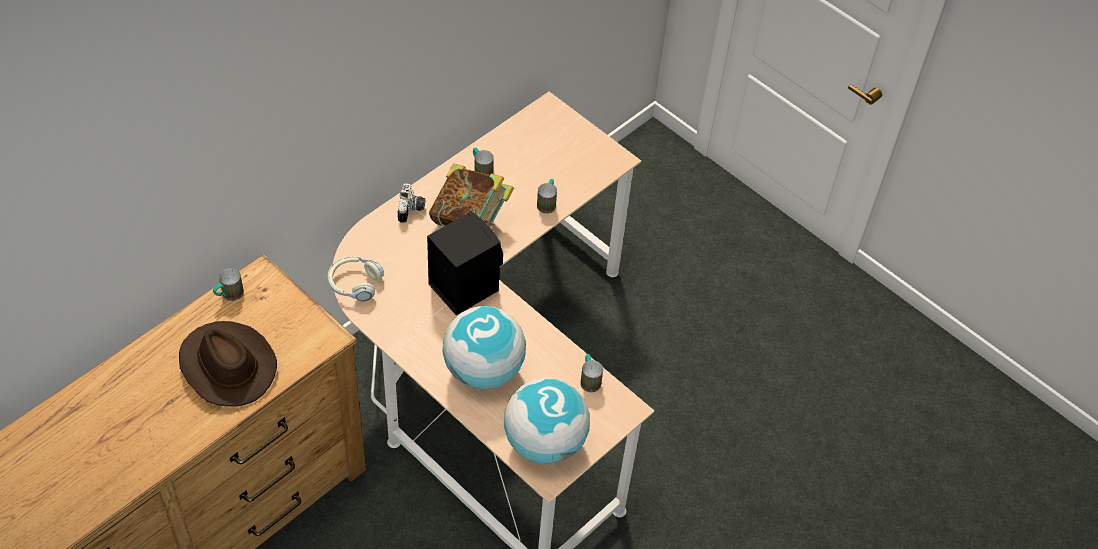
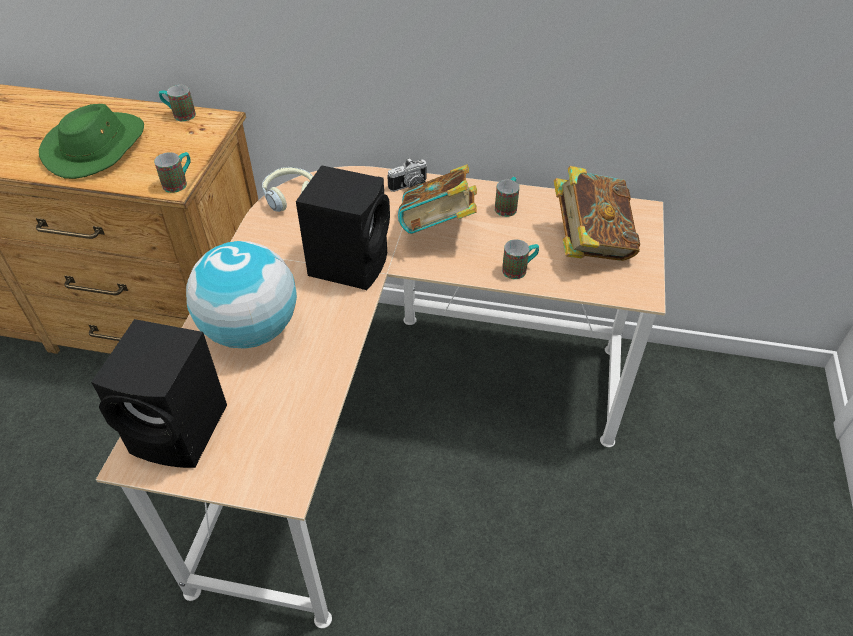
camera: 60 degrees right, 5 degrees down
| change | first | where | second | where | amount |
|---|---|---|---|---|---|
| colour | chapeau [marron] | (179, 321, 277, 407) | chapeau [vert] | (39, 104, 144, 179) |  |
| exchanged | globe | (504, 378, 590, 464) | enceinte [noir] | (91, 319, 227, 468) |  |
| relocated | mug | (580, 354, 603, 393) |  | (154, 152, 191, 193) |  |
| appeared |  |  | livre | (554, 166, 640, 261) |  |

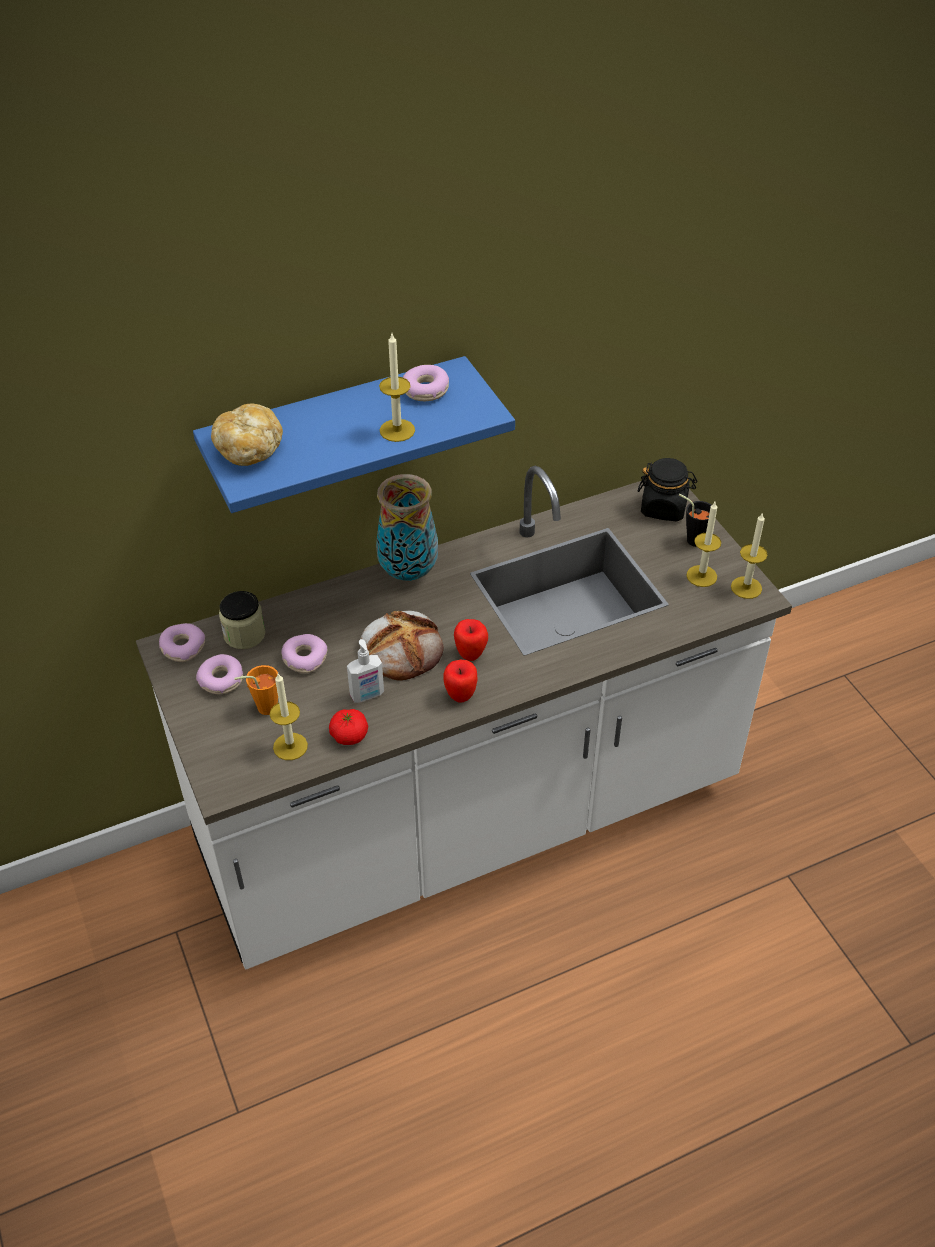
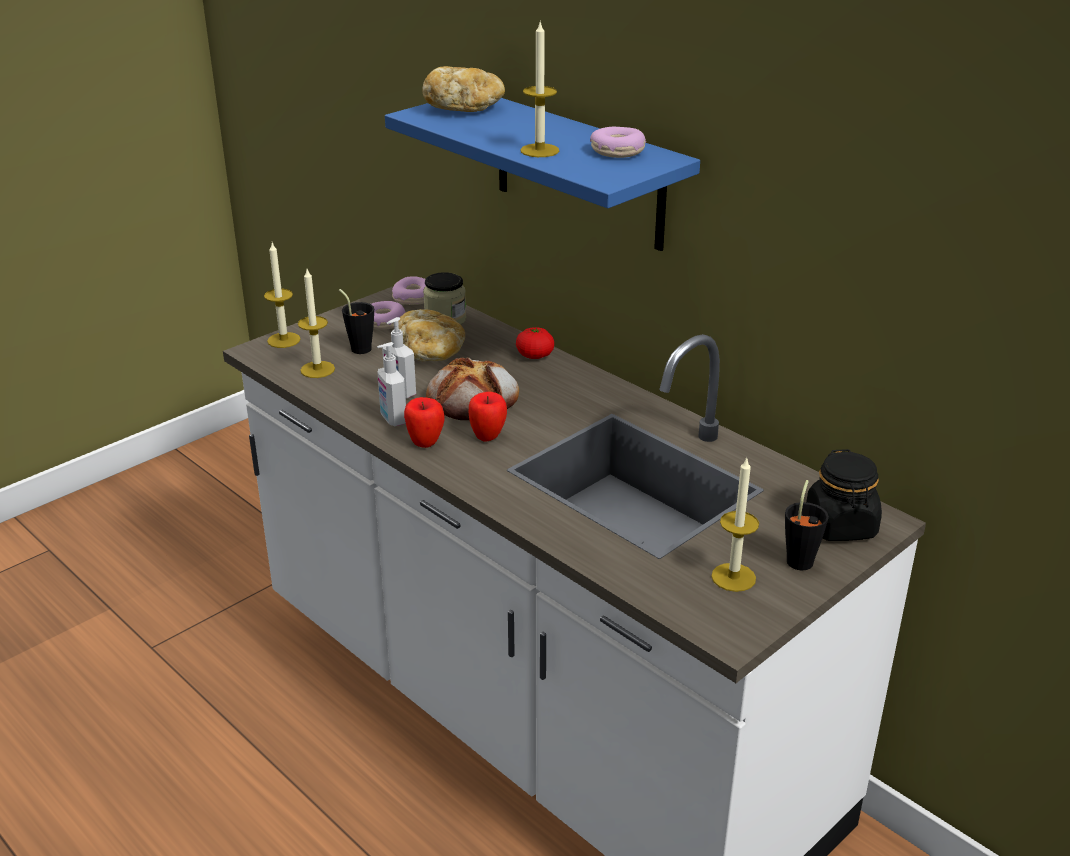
camera: 70 degrees right, 15 degrees down
| change | first | where | second | where | amount |
|---|---|---|---|---|---|
| relocated | bougie | (731, 512, 767, 599) |  | (264, 243, 301, 348) |  |
| colour | tasse [orange] | (234, 665, 278, 715) | tasse [noir] | (339, 289, 374, 354) |  |
| appeared |  |  | distributeur de savon | (377, 342, 406, 427) |  |
| exchanged | beignet | (281, 634, 327, 673) | pain | (398, 309, 465, 361) |  |
| relocated | tomate | (329, 709, 368, 745) |  | (516, 327, 554, 359) |  |
| missing | vase | (376, 474, 438, 581) |  |  |  |

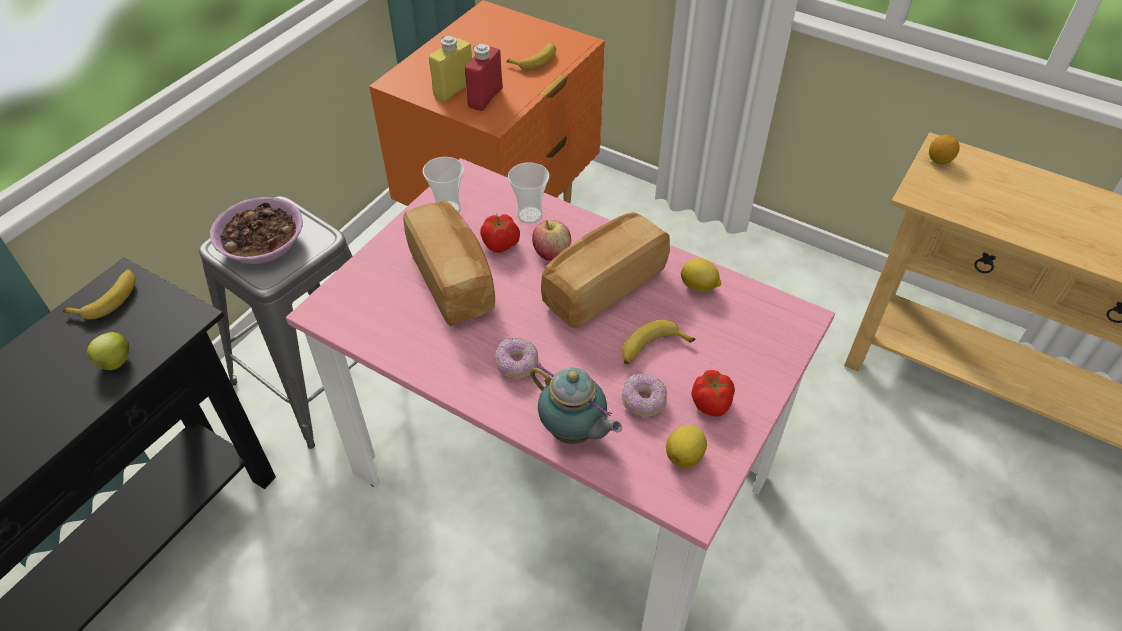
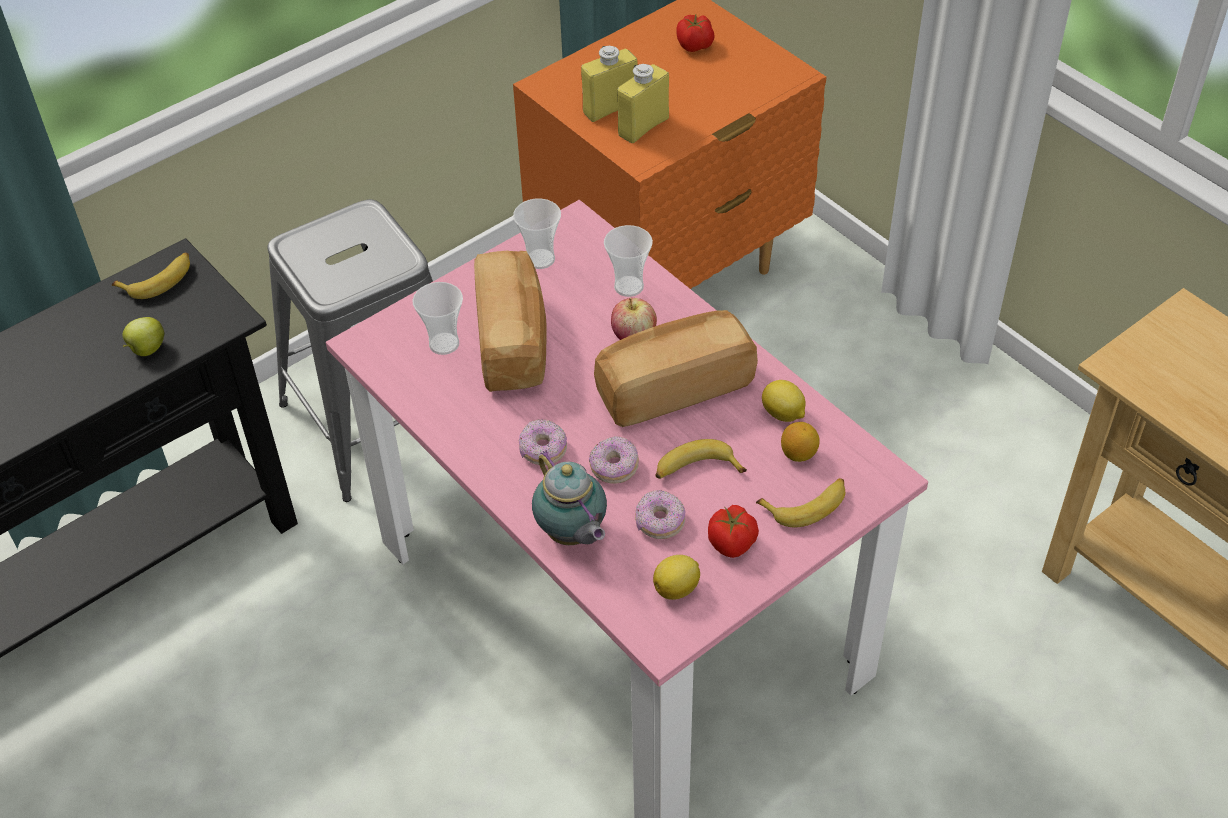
camera: 20 degrees right, 0 degrees up
| change | first | where | second | where | amount |
|---|---|---|---|---|---|
| appeared |  |  | tasse | (413, 282, 463, 355) |  |
| appeared |  |  | beignet | (589, 436, 639, 484) |  |
| colour | bouteille [rouge] | (465, 44, 503, 111) | bouteille [jaune] | (617, 64, 669, 143) |  |
| relocated | tomate | (480, 213, 520, 253) |  | (677, 14, 715, 52) |  |
| relocated | banane | (506, 42, 556, 70) |  | (756, 478, 845, 527) |  |
| relocated | citron | (929, 135, 960, 165) |  | (781, 422, 820, 462) |  |
| missing | bol | (210, 197, 303, 264) |  |  |  |

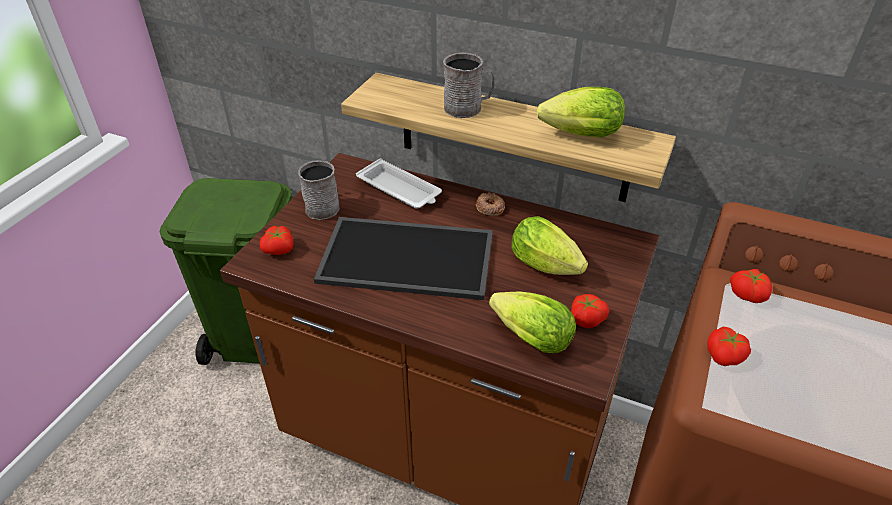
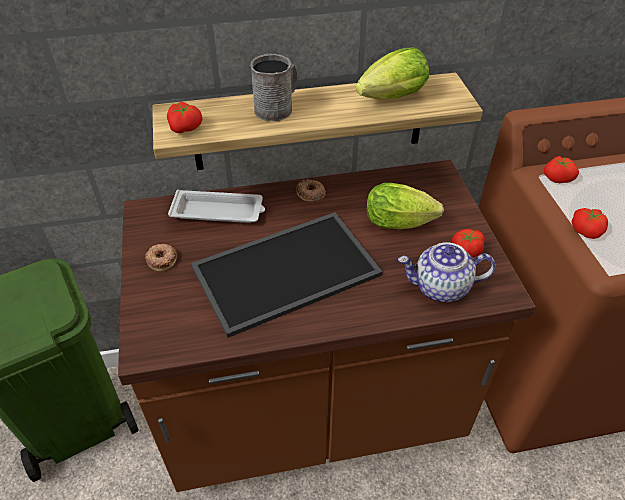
camera: 35 degrees left, 5 degrees up
| change | first | where | second | where | amount |
|---|---|---|---|---|---|
| exchanged | mug [gris] | (298, 160, 340, 220) | beignet | (145, 244, 177, 272) |  |
| relocated | tomate | (260, 226, 293, 255) |  | (167, 102, 202, 133) |  |
| exchanged | laitue | (489, 292, 576, 353) | théière | (398, 242, 496, 302) |  |

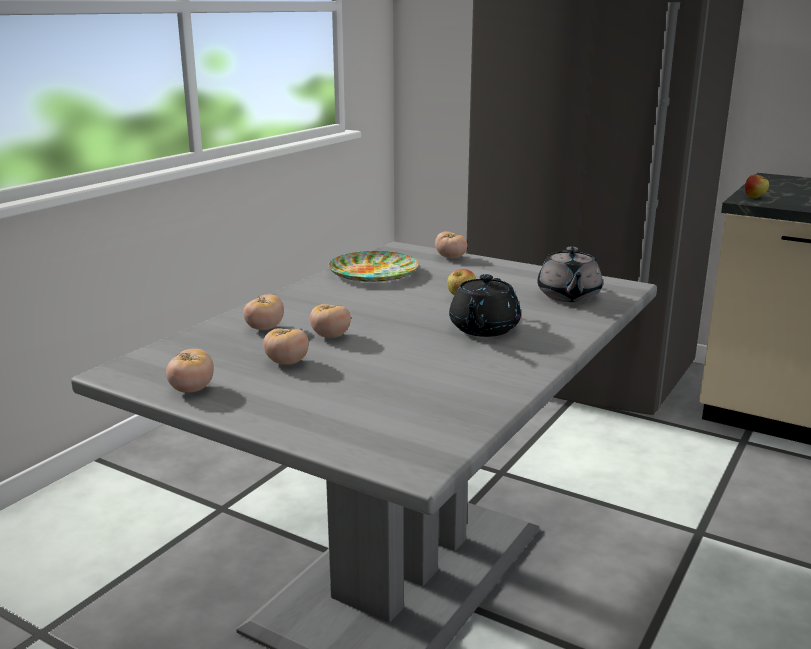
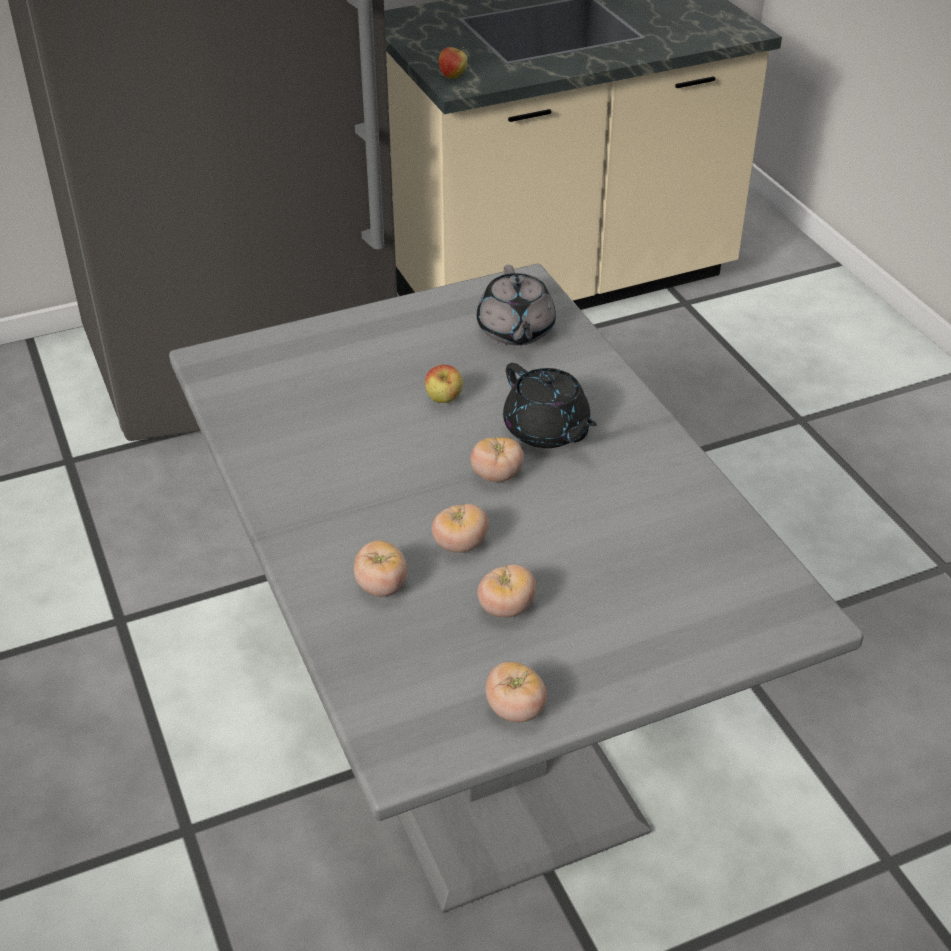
camera: 55 degrees left, 20 degrees up
| change | first | where | second | where | amount |
|---|---|---|---|---|---|
| relocated | tomate | (435, 231, 467, 259) |  | (470, 437, 524, 482) |  |
| spun | théière [gris] | (537, 247, 603, 302) |  | (477, 265, 556, 345) | 45 degrees clockwise |
| missing | assiette | (328, 251, 419, 282) |  |  |  |

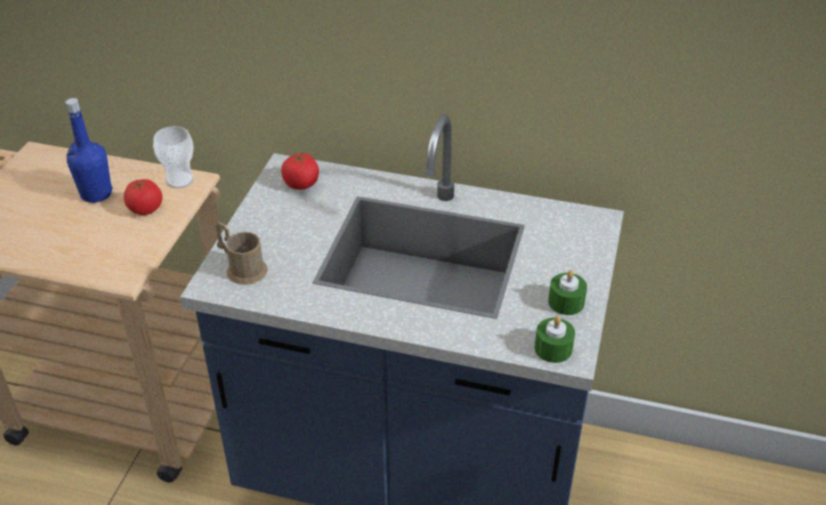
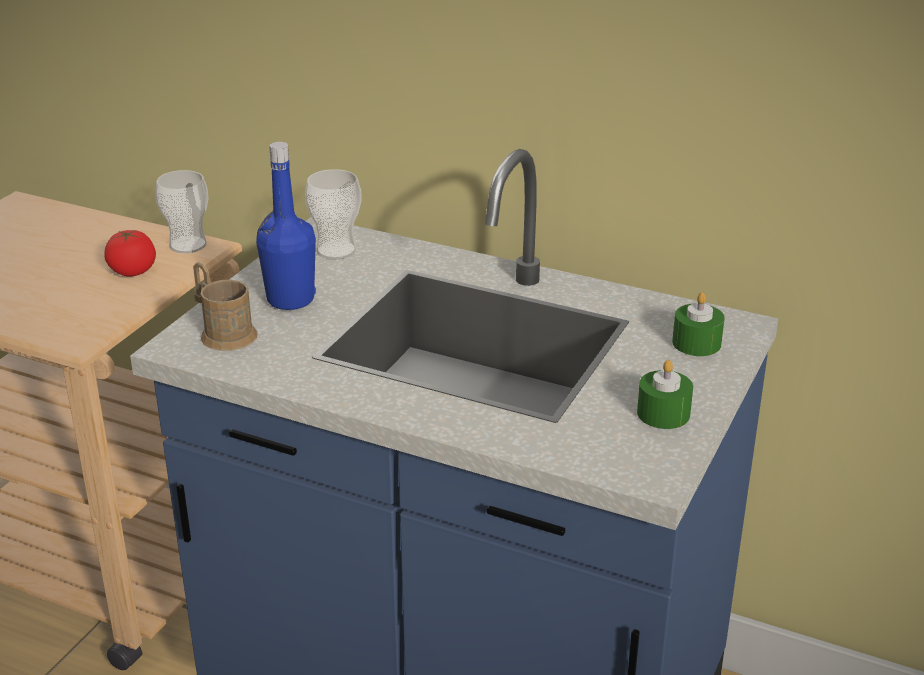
camera: 10 degrees right, 10 degrees down
| change | first | where | second | where | amount |
|---|---|---|---|---|---|
| relocated | bouteille [bleu] | (65, 98, 113, 203) |  | (256, 142, 316, 310) |  |
| exchanged | tomate | (281, 153, 319, 190) | tasse | (305, 169, 362, 259) |  |
| relocated | bougie [vert] | (535, 316, 575, 363) |  | (672, 292, 725, 356) |  |

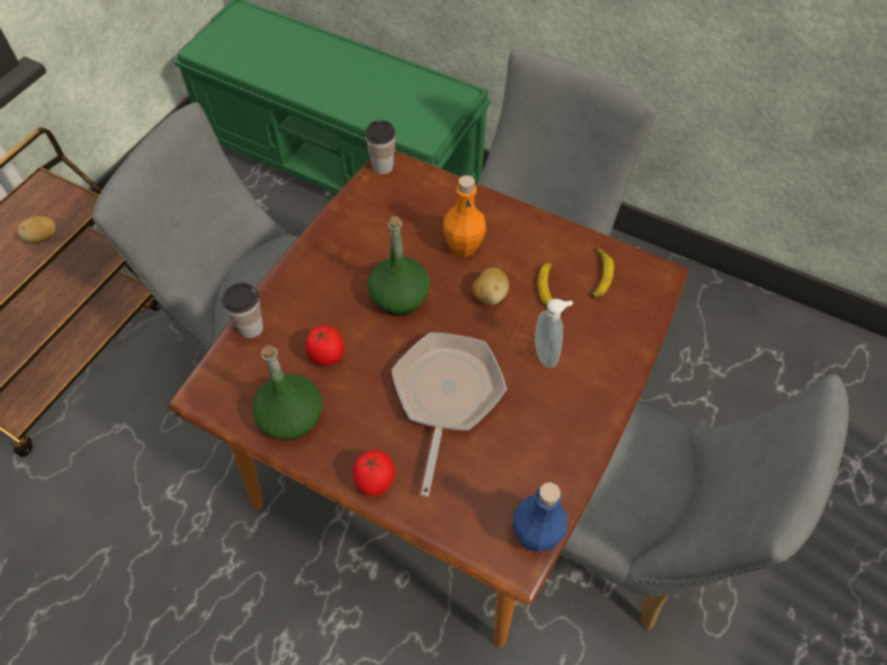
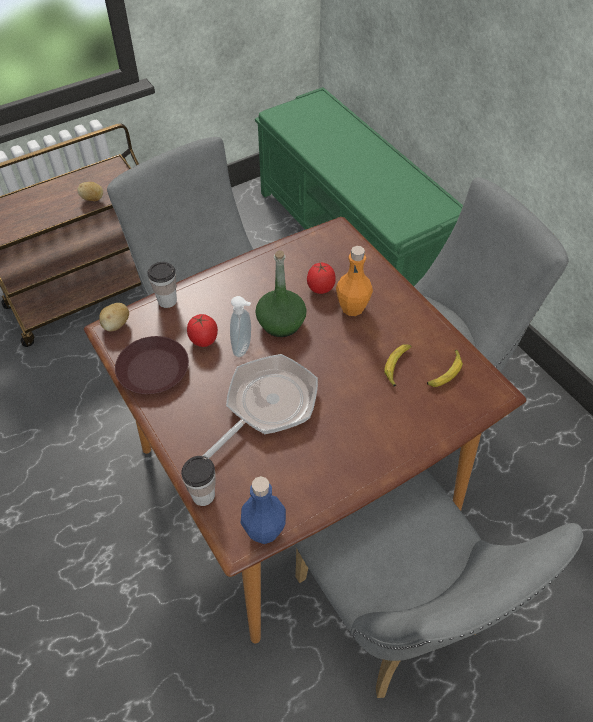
camera: 30 degrees right, 5 degrees down
| change | first | where | second | where | amount |
|---|---|---|---|---|---|
| relocated | pomme de terre | (472, 268, 509, 305) |  | (99, 303, 129, 331) |  |
| exchanged | bouteille [vert] | (252, 346, 322, 440) | assiette [marron] | (115, 336, 189, 394) |  |
| relocated | tasse | (365, 120, 396, 174) |  | (181, 456, 216, 506) |  |
| relocated | distributeur de savon | (535, 299, 573, 368) |  | (230, 296, 251, 357) |  |
| relocated | tomate | (353, 450, 395, 496) |  | (307, 263, 336, 294) |  |

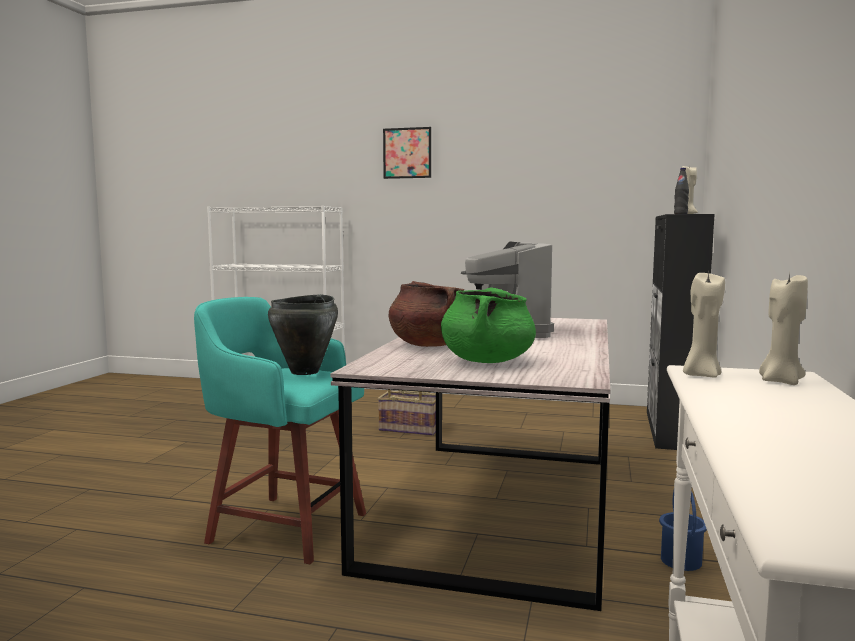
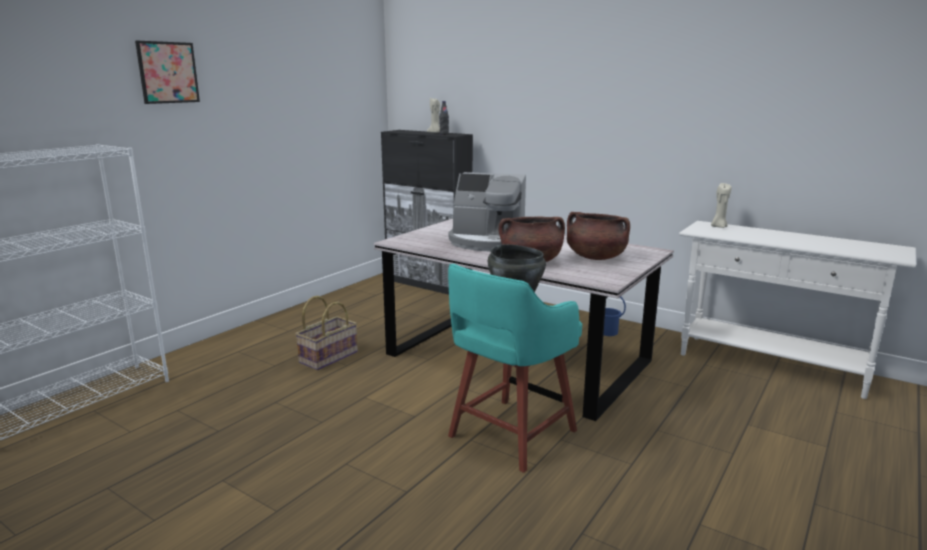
camera: 70 degrees left, 10 degrees up
| change | first | where | second | where | amount |
|---|---|---|---|---|---|
| colour | marmite [vert] | (441, 287, 536, 363) | marmite [marron] | (567, 212, 630, 260) |  |
| missing | bougie [beige] | (683, 273, 725, 378) |  |  |  |

